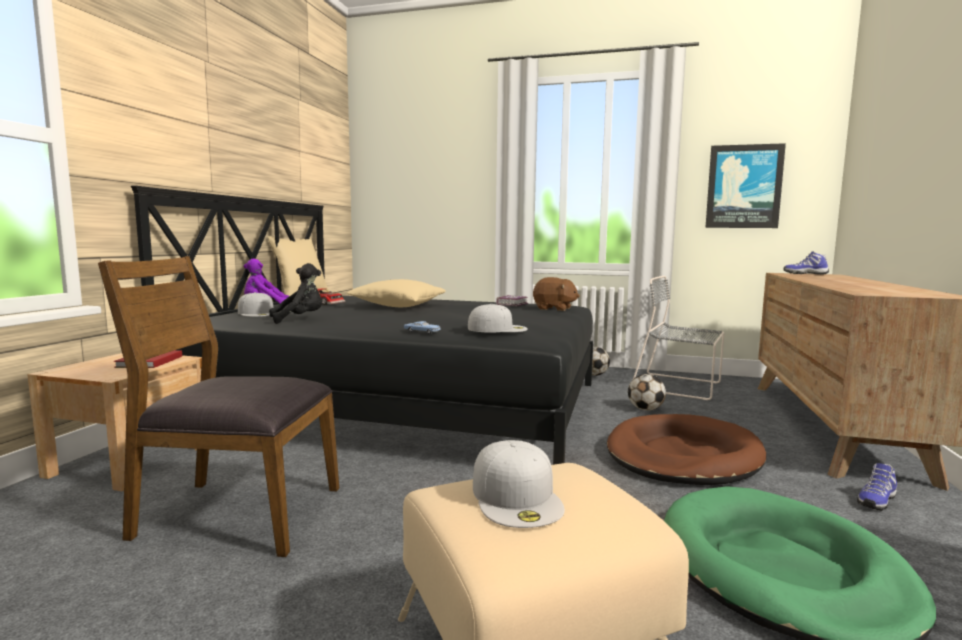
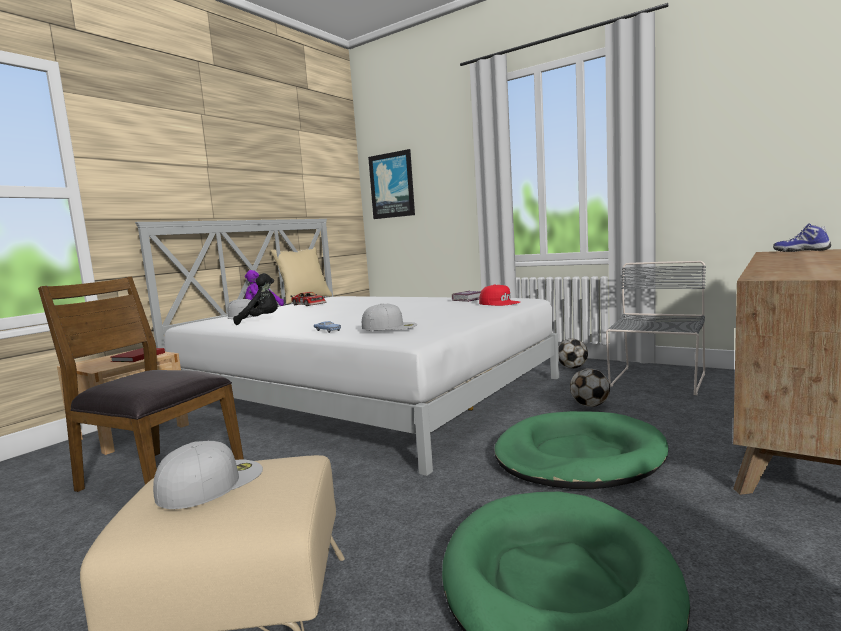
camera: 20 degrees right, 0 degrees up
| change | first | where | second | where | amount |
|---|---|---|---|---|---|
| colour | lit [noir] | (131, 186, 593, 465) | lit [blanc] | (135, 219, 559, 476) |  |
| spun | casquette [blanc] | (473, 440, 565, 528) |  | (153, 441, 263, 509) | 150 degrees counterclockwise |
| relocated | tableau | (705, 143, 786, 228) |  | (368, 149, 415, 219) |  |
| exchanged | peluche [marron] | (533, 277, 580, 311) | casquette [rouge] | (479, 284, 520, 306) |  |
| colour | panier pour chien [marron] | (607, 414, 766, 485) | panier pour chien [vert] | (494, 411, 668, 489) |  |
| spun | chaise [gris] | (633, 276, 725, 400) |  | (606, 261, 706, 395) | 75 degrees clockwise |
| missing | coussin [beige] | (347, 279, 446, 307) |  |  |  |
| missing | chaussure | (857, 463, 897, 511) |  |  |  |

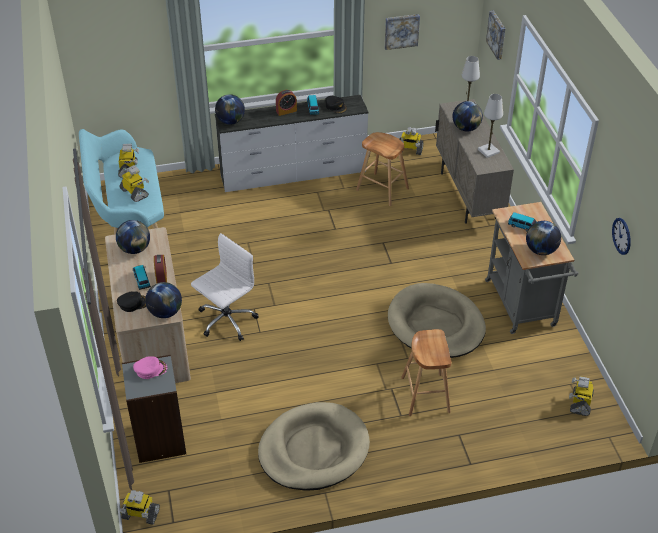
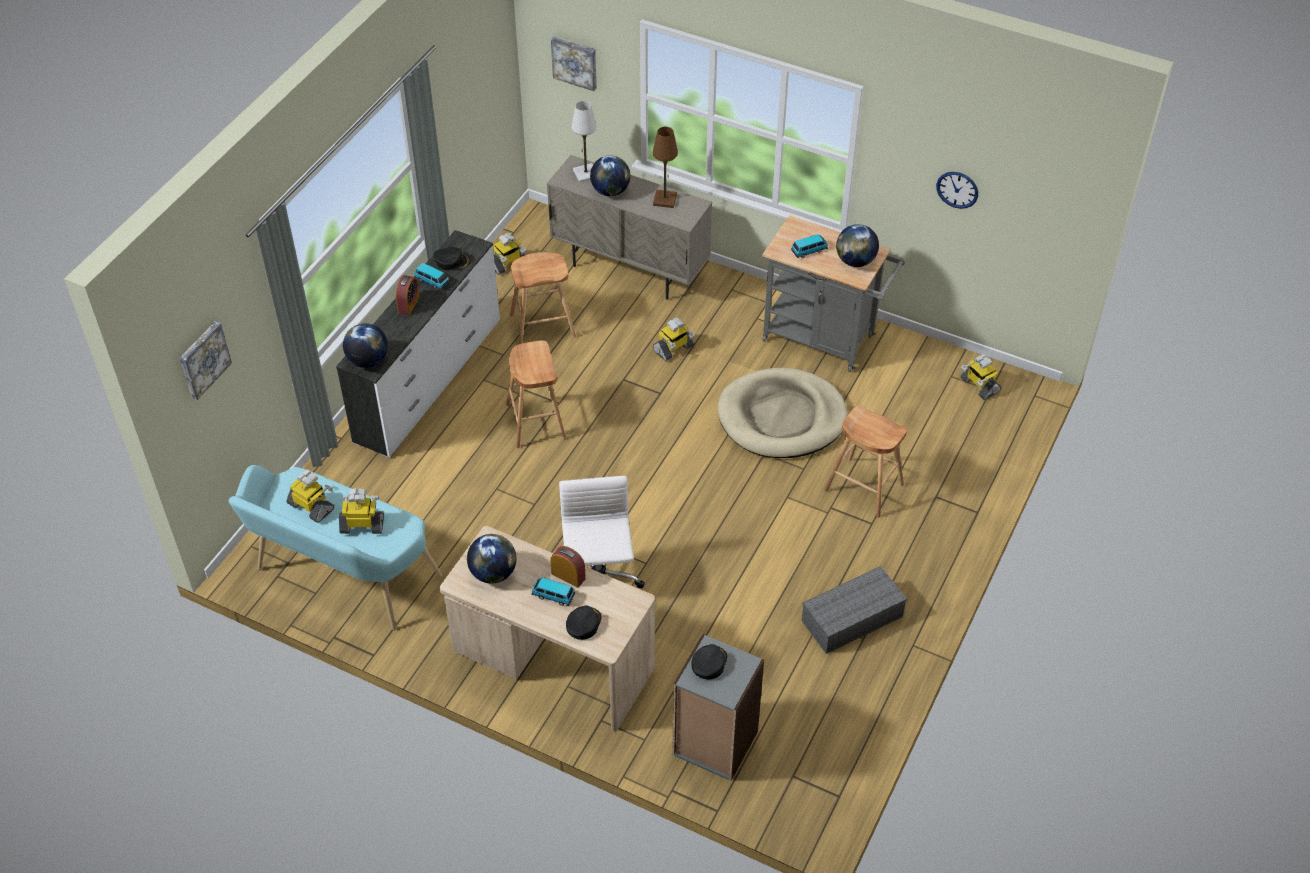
camera: 50 degrees left, 5 degrees up
| change | first | where | second | where | amount |
|---|---|---|---|---|---|
| relocated | tableau | (385, 14, 420, 50) |  | (180, 321, 232, 400) |  |
| appeared |  |  | tabouret [marron] | (506, 340, 566, 448) |  |
| colour | lampe de table [blanc] | (478, 94, 503, 158) | lampe de table [marron] | (653, 127, 678, 208) |  |
| relocated | robot jouet | (120, 490, 160, 525) |  | (653, 317, 695, 361) |  |
| colour | casquette [rose] | (133, 356, 167, 379) | casquette [noir] | (692, 644, 727, 680) |  |
| exchanged | panier pour chien [beige] | (258, 402, 370, 491) | boîte de rangement [gris] | (802, 566, 907, 654) |  |
| missing | globe | (145, 282, 182, 318) |  |  |  |

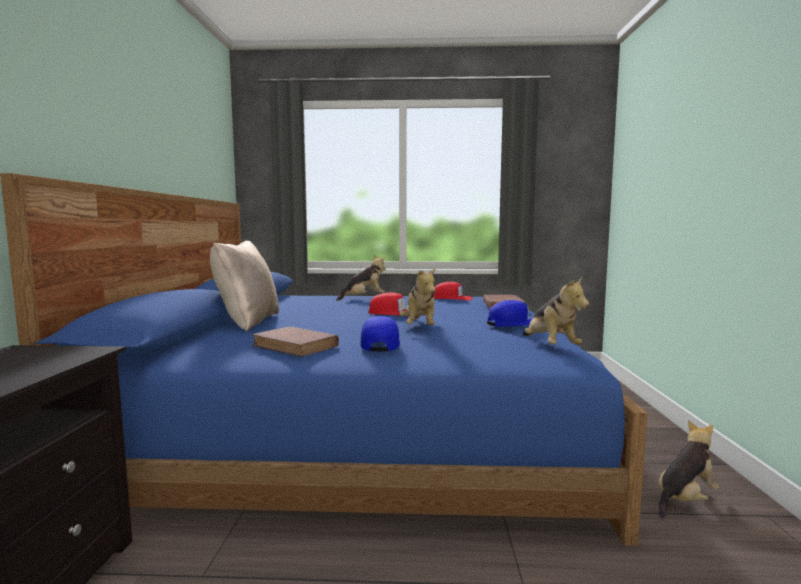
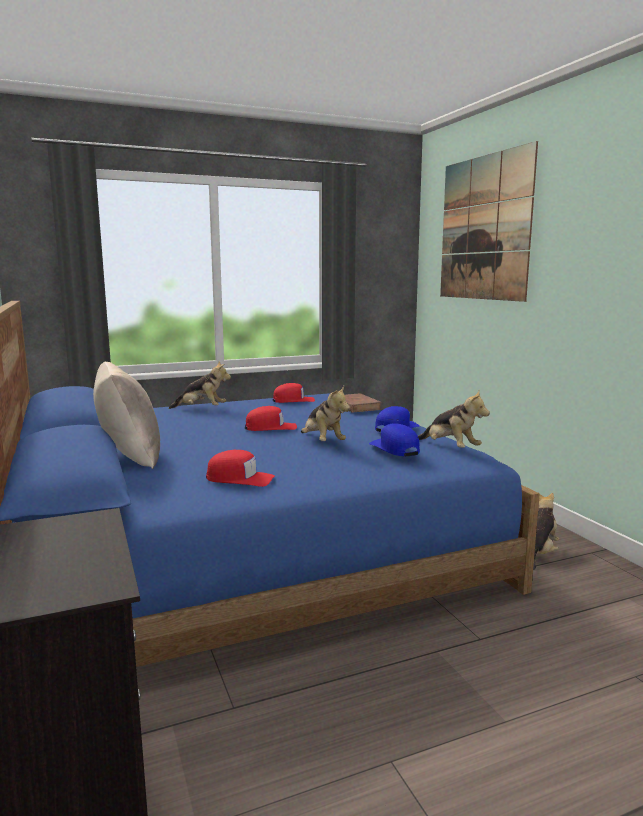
camera: 25 degrees left, 5 degrees up
| change | first | where | second | where | amount |
|---|---|---|---|---|---|
| spun | peluche | (336, 255, 386, 301) |  | (169, 361, 231, 409) | 60 degrees clockwise |
| exchanged | livre [marron] | (252, 326, 339, 357) | casquette [rouge] | (206, 450, 275, 487) |  |
| relocated | casquette [bleu] | (360, 316, 400, 352) |  | (369, 424, 420, 456) |  |
| appeared |  |  | tableau | (440, 141, 538, 302) |  |

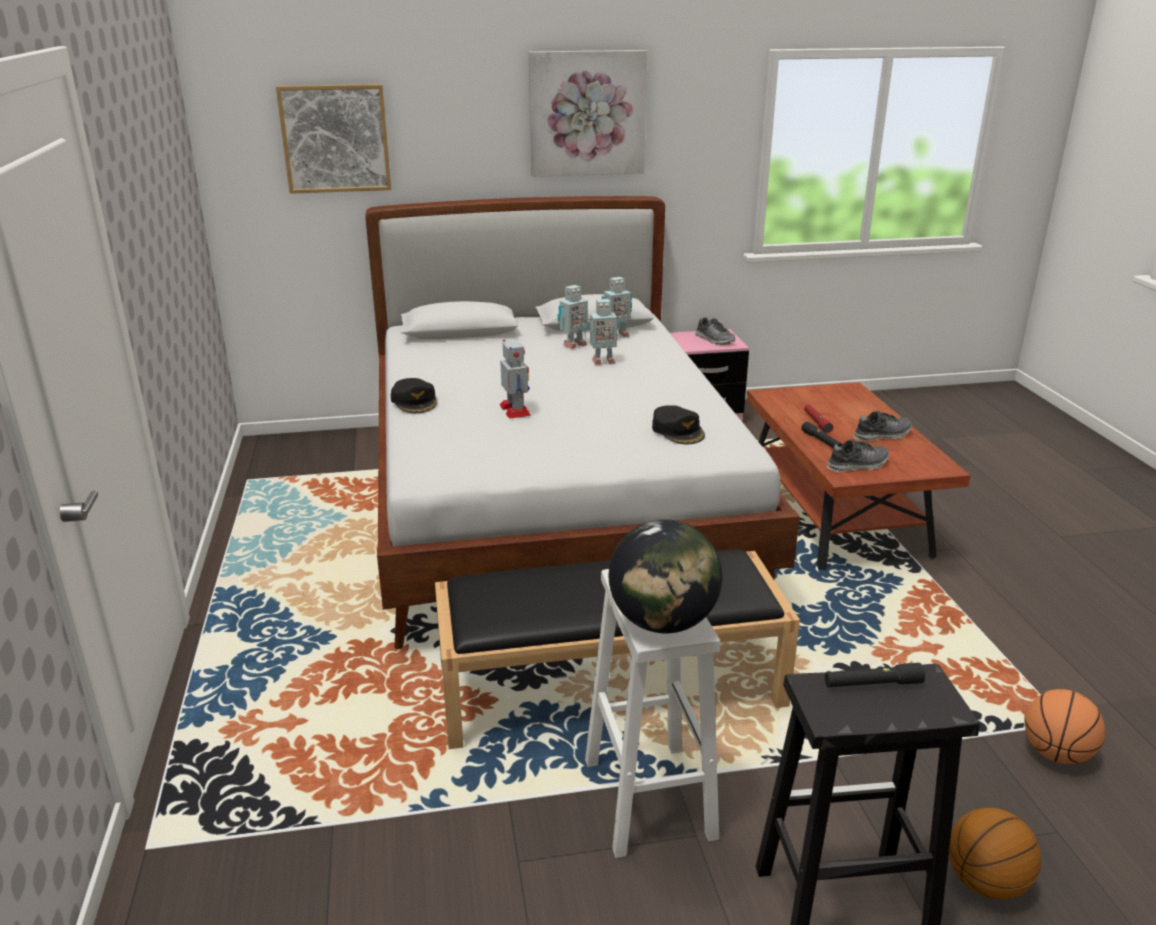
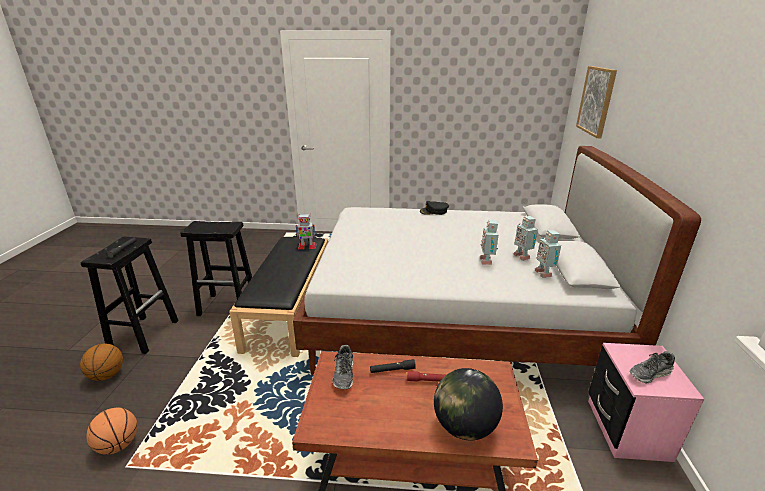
camera: 105 degrees right, 0 degrees up
| change | first | where | second | where | amount |
|---|---|---|---|---|---|
| colour | tabouret [blanc] | (585, 569, 720, 858) | tabouret [noir] | (180, 221, 252, 316) |  |
| relocated | robot jouet | (500, 340, 531, 419) |  | (295, 214, 316, 249) |  |
| relocated | globe | (609, 519, 722, 633) |  | (434, 368, 503, 440) |  |
| missing | tableau | (529, 50, 648, 177) |  |  |  |
| missing | casquette [noir] | (652, 405, 705, 444) |  |  |  |
| missing | chaussure | (854, 411, 912, 442) |  |  |  |

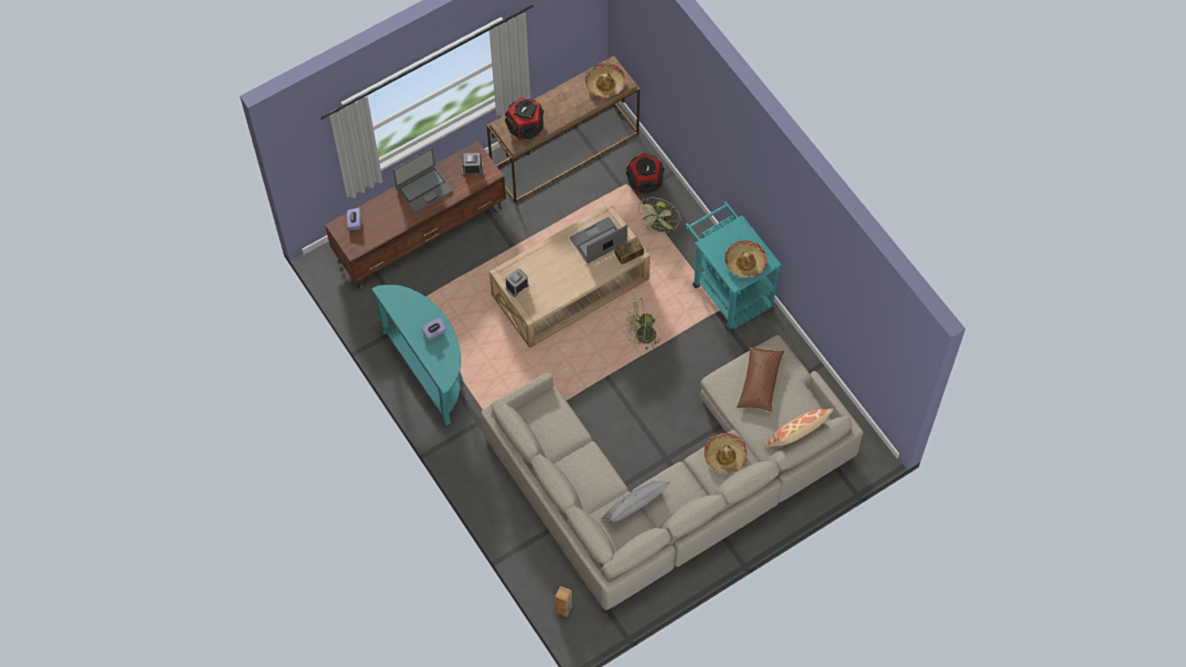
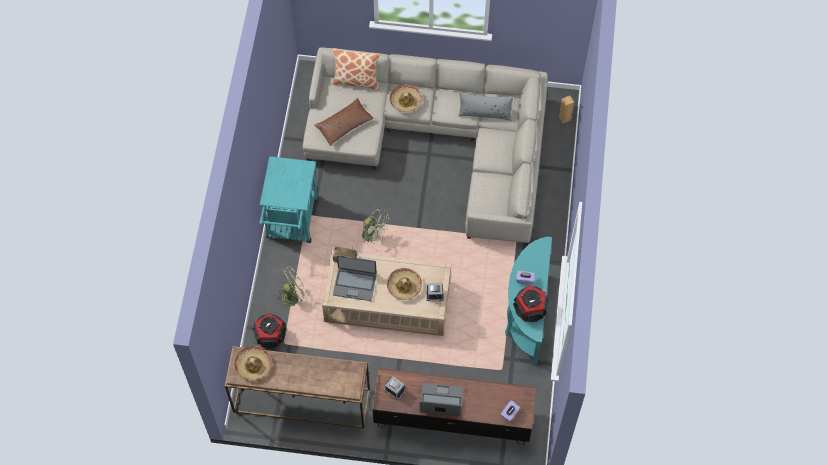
camera: 140 degrees left, 0 degrees up
| change | first | where | second | where | amount |
|---|---|---|---|---|---|
| relocated | chapeau | (725, 240, 768, 278) |  | (387, 268, 422, 300) |  |
| relocated | enceinte | (505, 97, 544, 140) |  | (513, 285, 548, 322) |  |

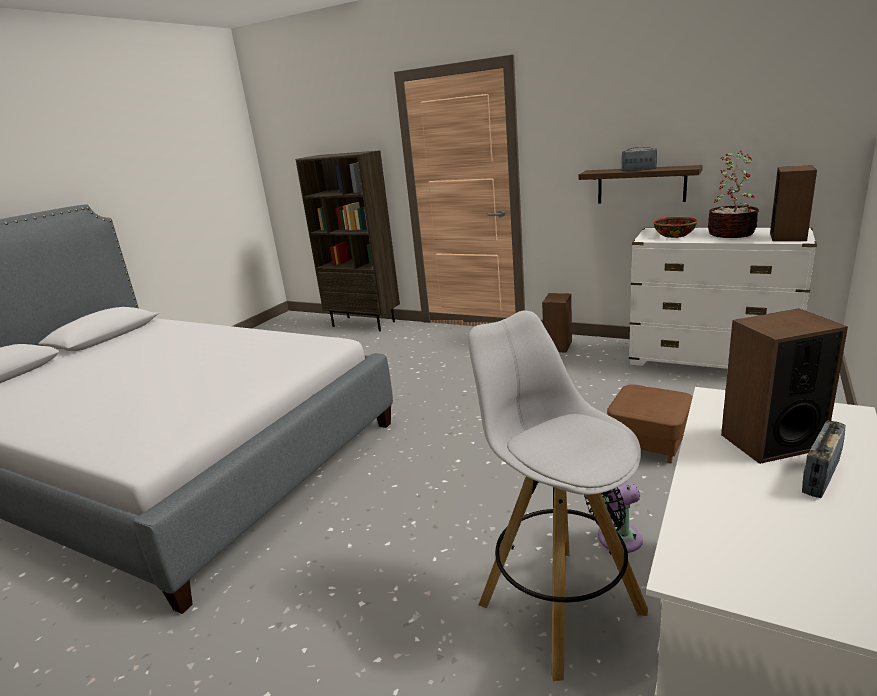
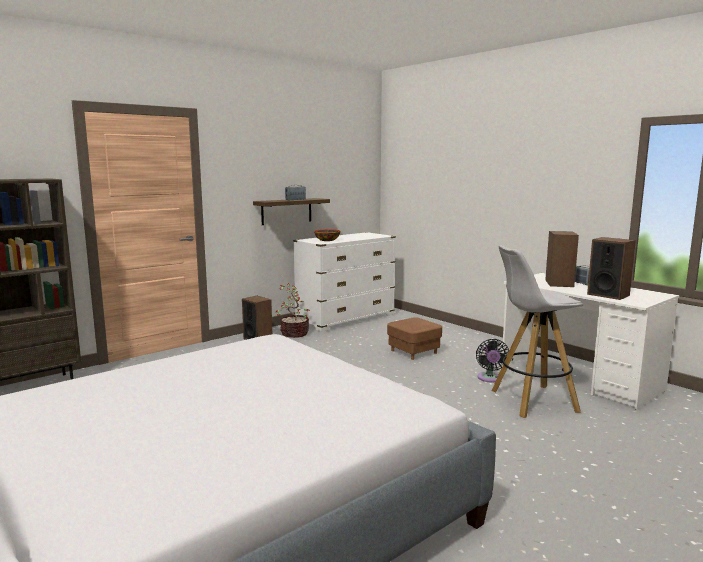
camera: 70 degrees left, 10 degrees down
| change | first | where | second | where | amount |
|---|---|---|---|---|---|
| relocated | plante en pot | (708, 151, 759, 238) |  | (276, 283, 310, 338) |  |
| relocated | enceinte | (770, 165, 817, 241) |  | (587, 237, 636, 300) |  |

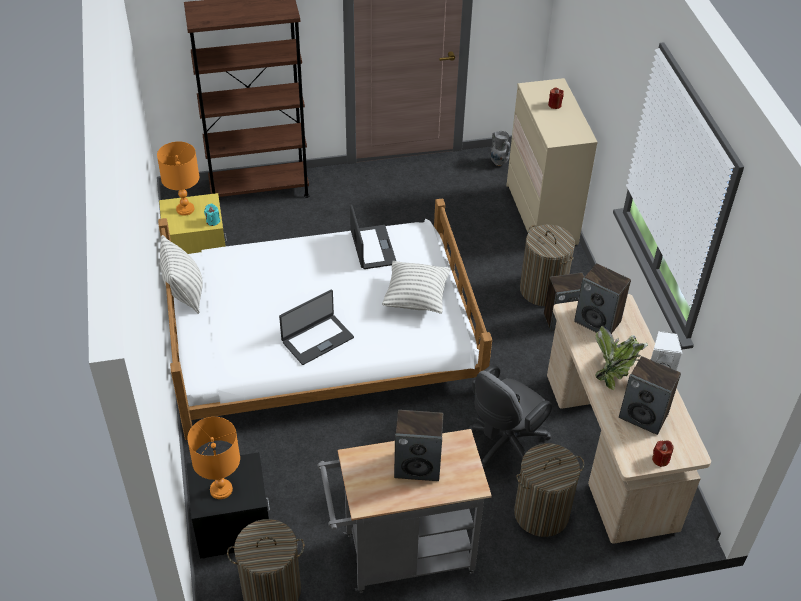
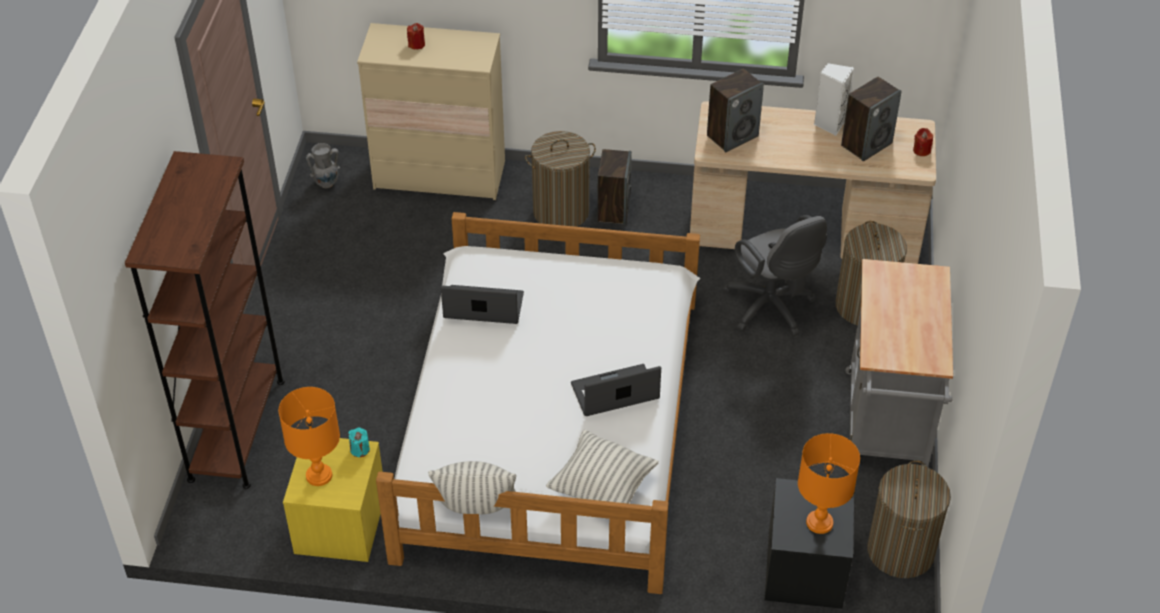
camera: 70 degrees left, 0 degrees up
| change | first | where | second | where | amount |
|---|---|---|---|---|---|
| relocated | coussin | (382, 261, 450, 314) |  | (546, 430, 659, 504) |  |
| spun | ordinateur portable | (279, 289, 354, 365) |  | (571, 364, 661, 416) | 90 degrees counterclockwise |
| missing | enceinte | (394, 410, 443, 481) |  |  |  |
| missing | plante en pot | (595, 325, 648, 390) |  |  |  |

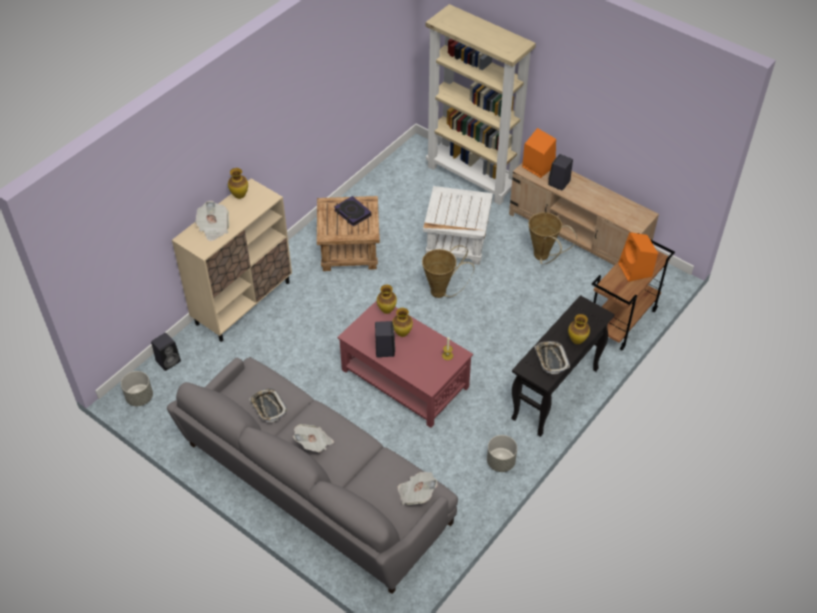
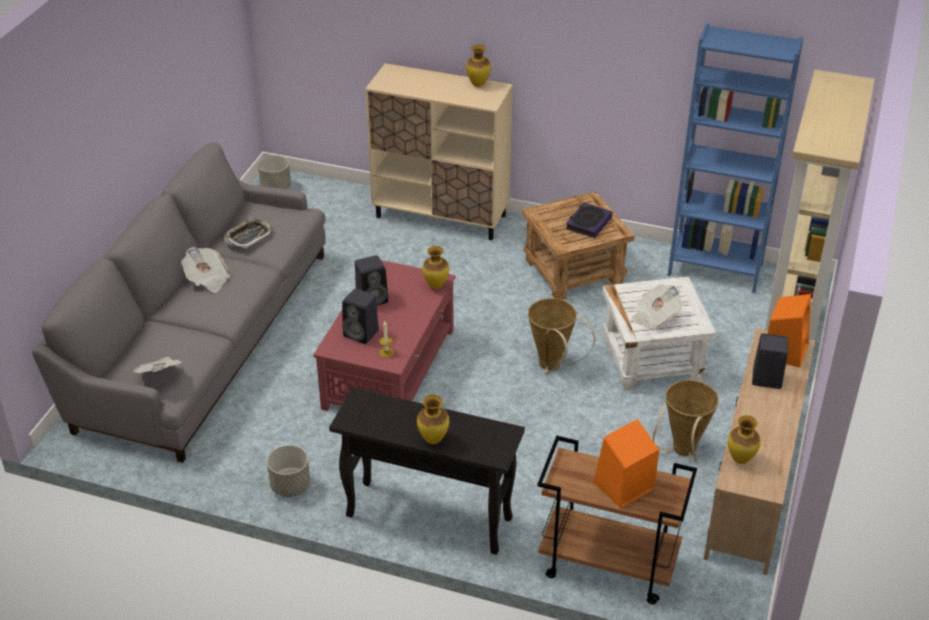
camera: 70 degrees right, 10 degrees down
| change | first | where | second | where | amount |
|---|---|---|---|---|---|
| relocated | enceinte [noir] | (151, 333, 181, 371) |  | (342, 288, 379, 344) |  |
| relocated | journal | (195, 201, 229, 241) |  | (631, 284, 683, 330) |  |
| appeared |  |  | bibliothèque [bleu] | (667, 23, 803, 293) |  |
| relocated | vase | (392, 308, 413, 337) |  | (728, 415, 761, 464) |  |
| missing | plateau | (535, 341, 570, 374) |  |  |  |

